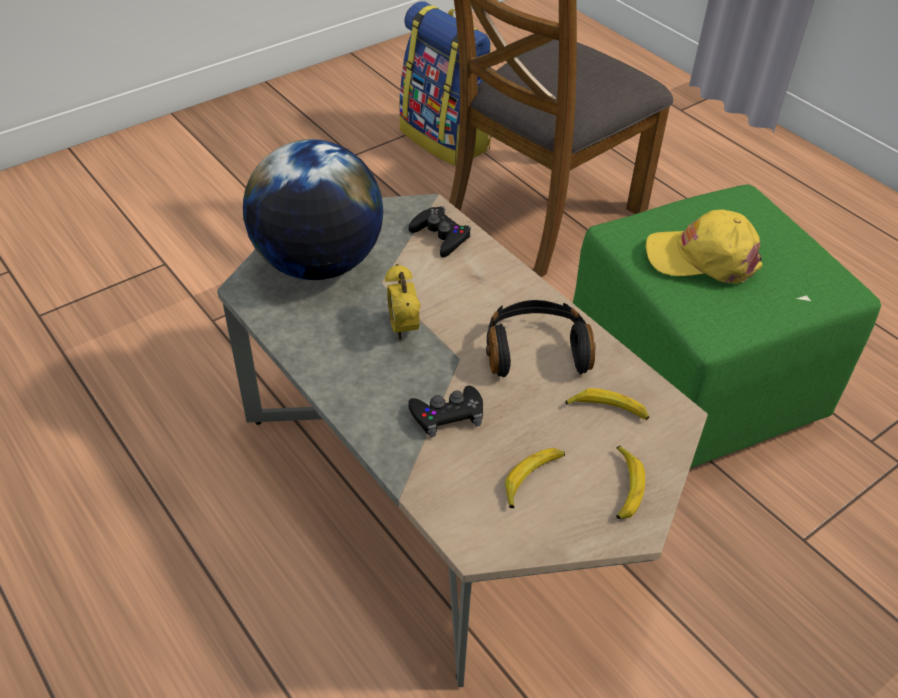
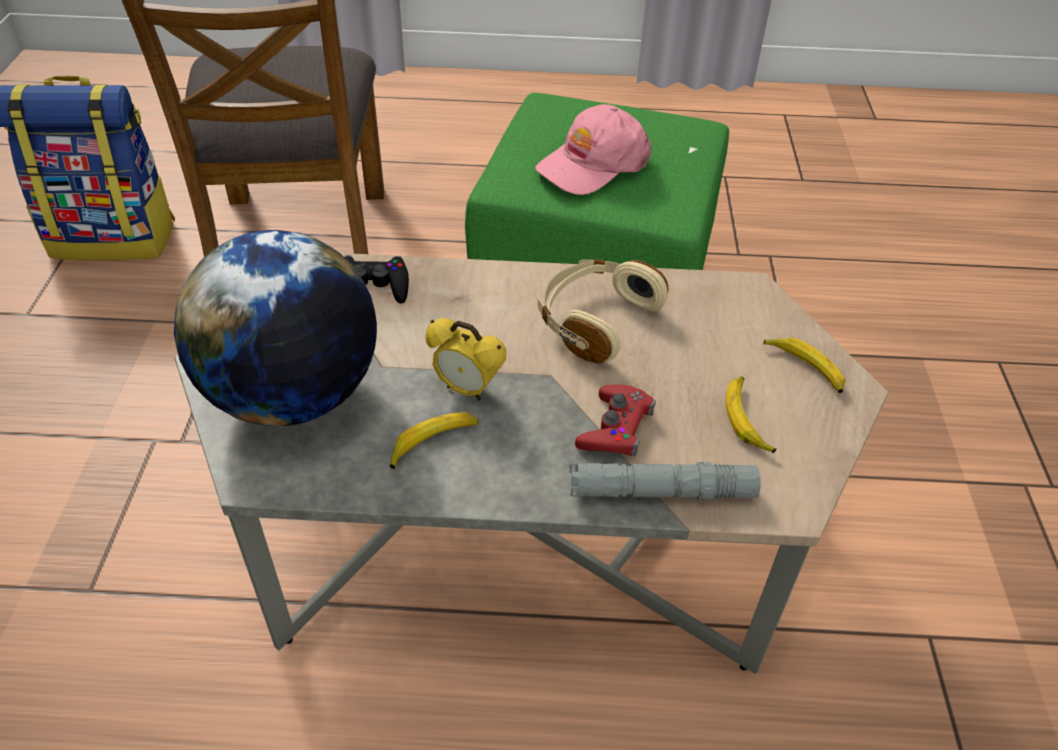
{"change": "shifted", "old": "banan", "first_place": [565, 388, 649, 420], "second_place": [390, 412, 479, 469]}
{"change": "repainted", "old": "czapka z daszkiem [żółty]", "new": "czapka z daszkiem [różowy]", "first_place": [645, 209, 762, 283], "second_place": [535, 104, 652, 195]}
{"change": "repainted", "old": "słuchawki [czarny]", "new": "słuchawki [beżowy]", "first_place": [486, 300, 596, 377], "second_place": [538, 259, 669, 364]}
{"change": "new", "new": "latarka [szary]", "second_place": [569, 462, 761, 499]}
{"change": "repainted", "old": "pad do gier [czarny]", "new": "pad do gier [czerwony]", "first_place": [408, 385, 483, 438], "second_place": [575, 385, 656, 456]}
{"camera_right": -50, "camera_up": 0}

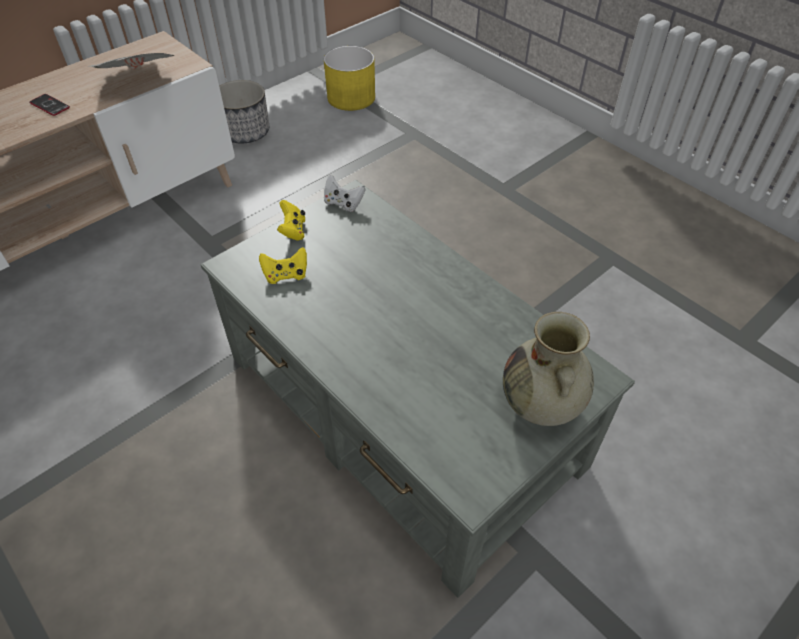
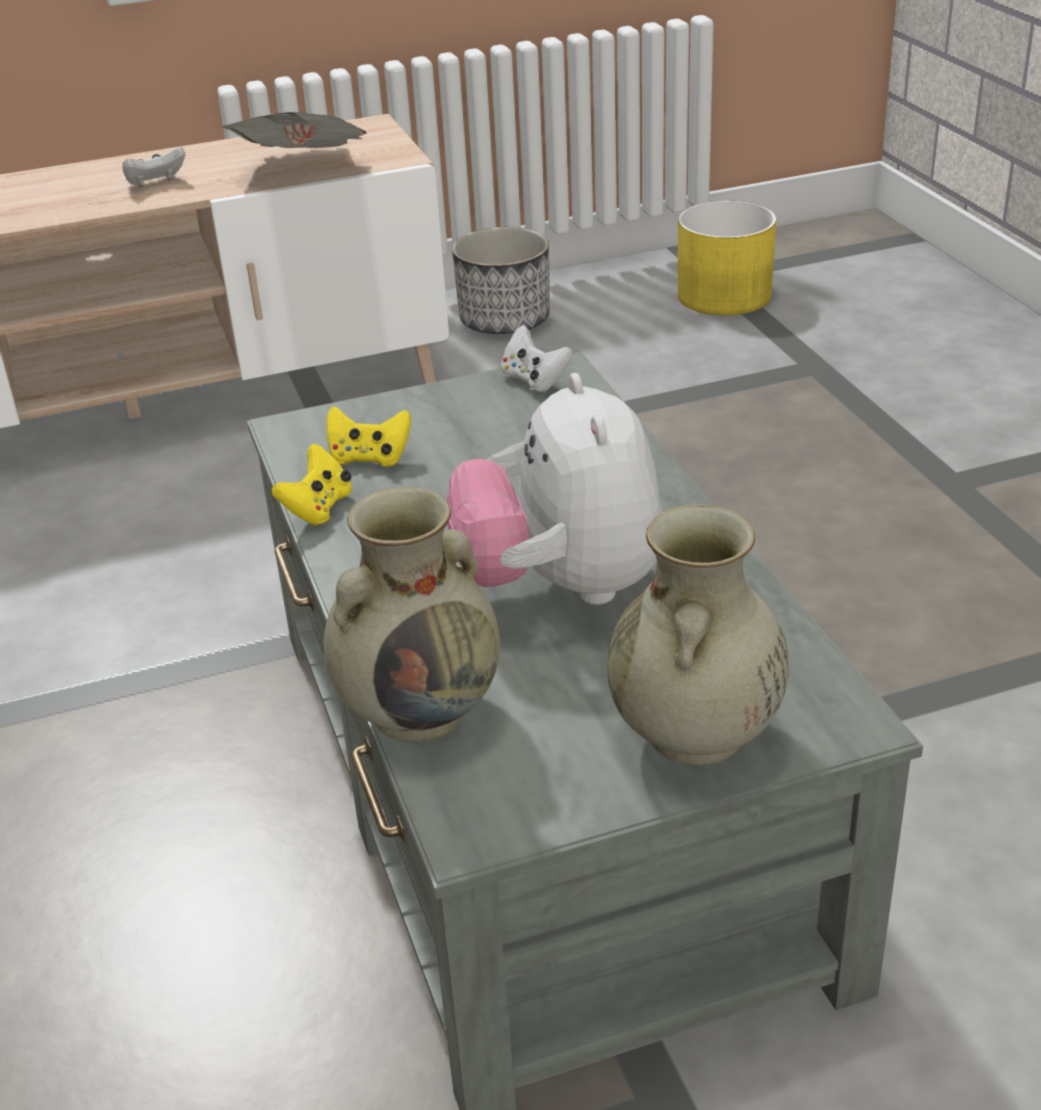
{"change": "swapped", "old": "telefon", "new": "pad do gier [biały]", "first_place": [29, 94, 70, 116], "second_place": [122, 147, 185, 187]}
{"change": "shifted", "old": "pad do gier [żółty]", "first_place": [277, 200, 305, 241], "second_place": [271, 444, 352, 525]}
{"change": "new", "new": "wazon [beżowy]", "second_place": [323, 487, 500, 742]}
{"change": "new", "new": "pluszak", "second_place": [447, 373, 662, 605]}
{"camera_right": 25, "camera_up": -15}

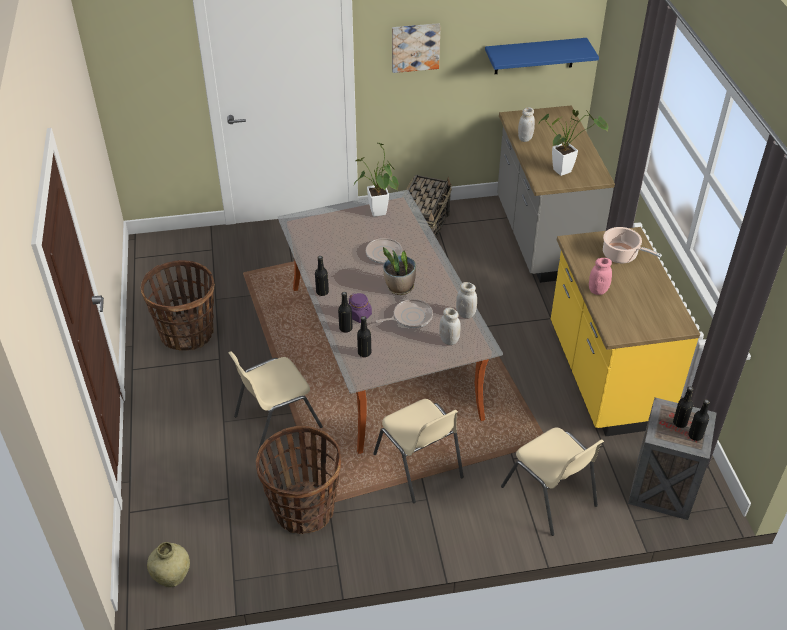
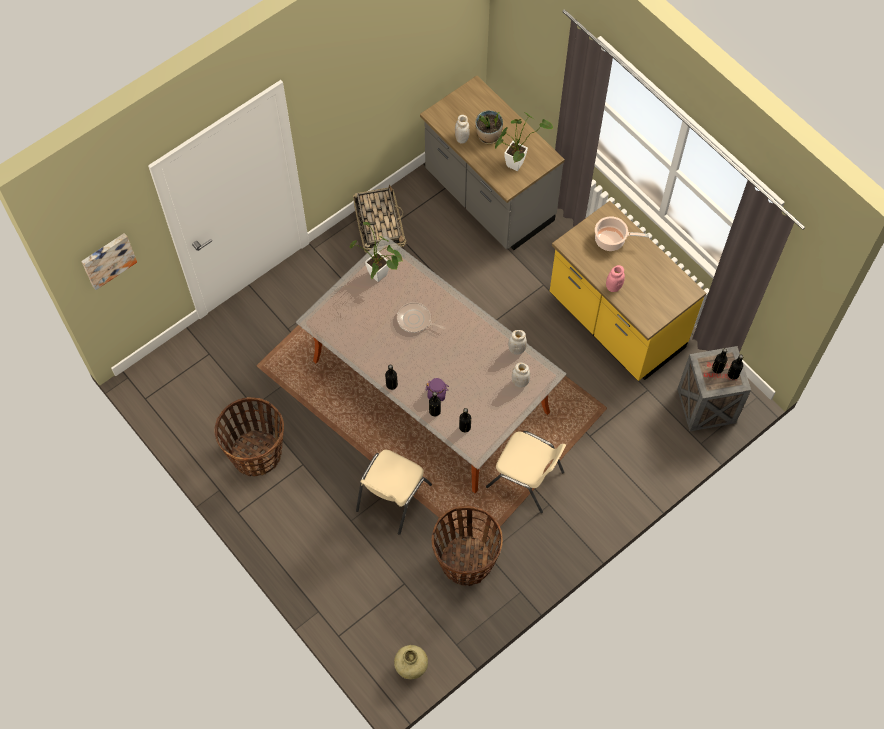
{"change": "shifted", "old": "obraz", "first_place": [392, 23, 441, 73], "second_place": [81, 233, 137, 290]}
{"change": "shifted", "old": "roślina doniczkowa", "first_place": [383, 247, 416, 295], "second_place": [475, 110, 503, 144]}
{"change": "gone", "old": "patelnia", "first_place": [376, 299, 433, 328]}
{"change": "gone", "old": "półka [niebieski]", "first_place": [485, 38, 599, 74]}
{"change": "gone", "old": "krzesło [beżowy]", "first_place": [501, 427, 604, 536]}
{"camera_right": -30, "camera_up": 20}

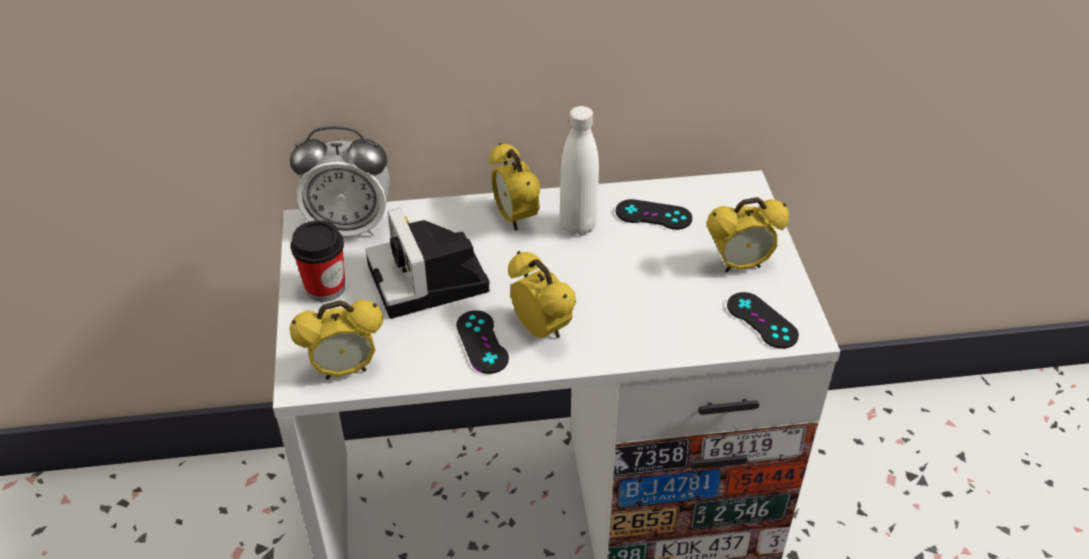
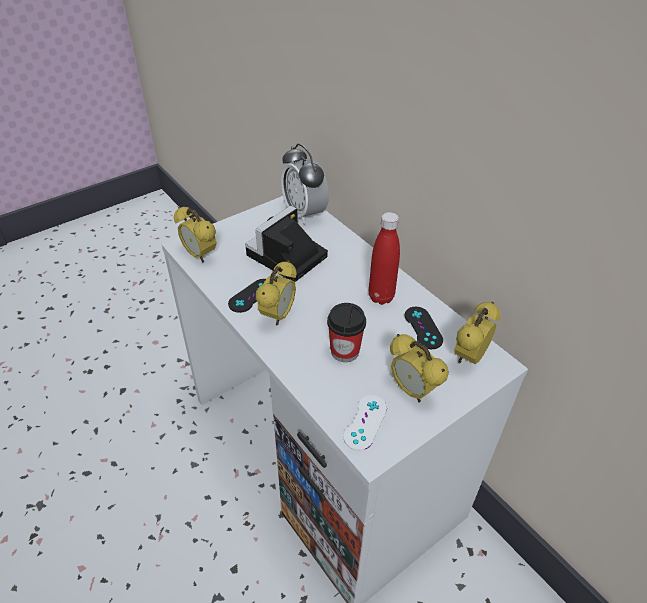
{"change": "shifted", "old": "filiżanka", "first_place": [291, 220, 345, 302], "second_place": [327, 303, 366, 362]}
{"change": "repainted", "old": "pad do gier [czarny]", "new": "pad do gier [biały]", "first_place": [727, 292, 799, 349], "second_place": [343, 395, 387, 451]}
{"change": "repainted", "old": "butelka [biały]", "new": "butelka [czerwony]", "first_place": [560, 106, 599, 236], "second_place": [369, 212, 400, 305]}
{"change": "shifted", "old": "budzik", "first_place": [489, 142, 540, 231], "second_place": [454, 302, 500, 364]}
{"camera_right": 60, "camera_up": 0}

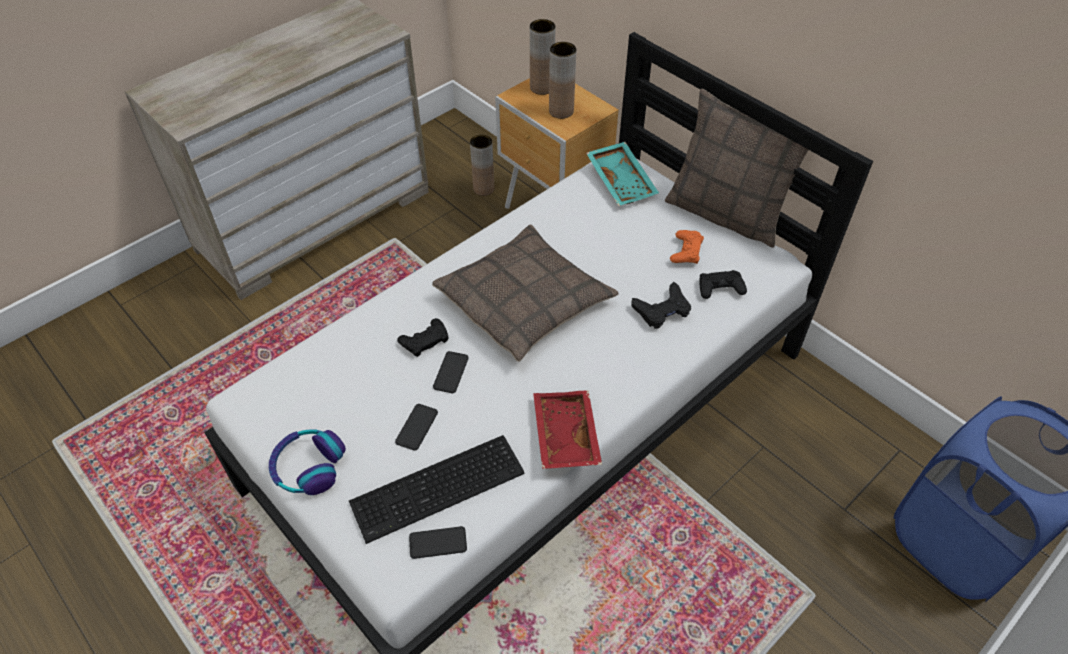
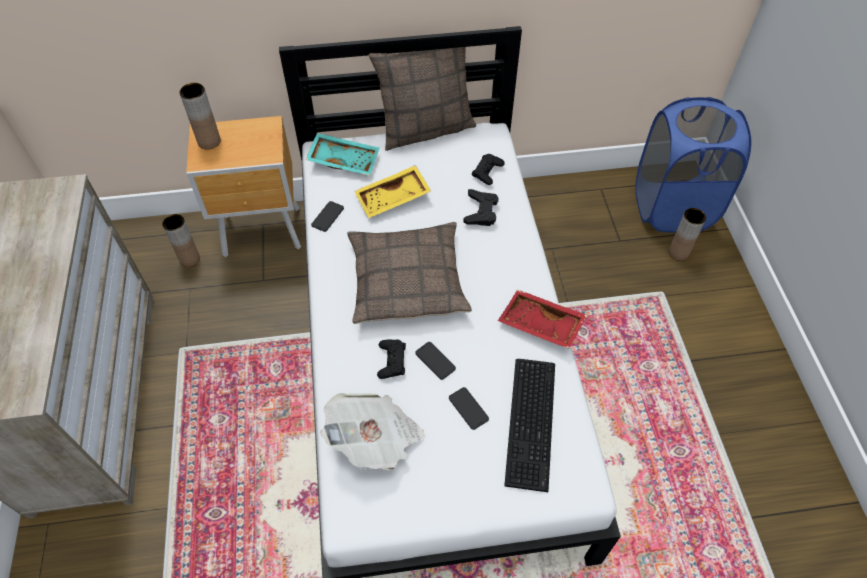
{"change": "shifted", "old": "telefon", "first_place": [409, 526, 467, 559], "second_place": [311, 201, 344, 232]}
{"change": "new", "new": "gazeta", "second_place": [320, 393, 424, 470]}
{"change": "new", "new": "taca [żółty]", "second_place": [354, 165, 431, 218]}
{"change": "shifted", "old": "wazon [brązowy]", "first_place": [549, 42, 577, 119], "second_place": [668, 208, 706, 261]}
{"change": "gone", "old": "słuchawki", "first_place": [269, 429, 346, 495]}
{"change": "gone", "old": "pad do gier [pomarańczowy]", "first_place": [670, 230, 704, 264]}
{"camera_right": -55, "camera_up": 5}

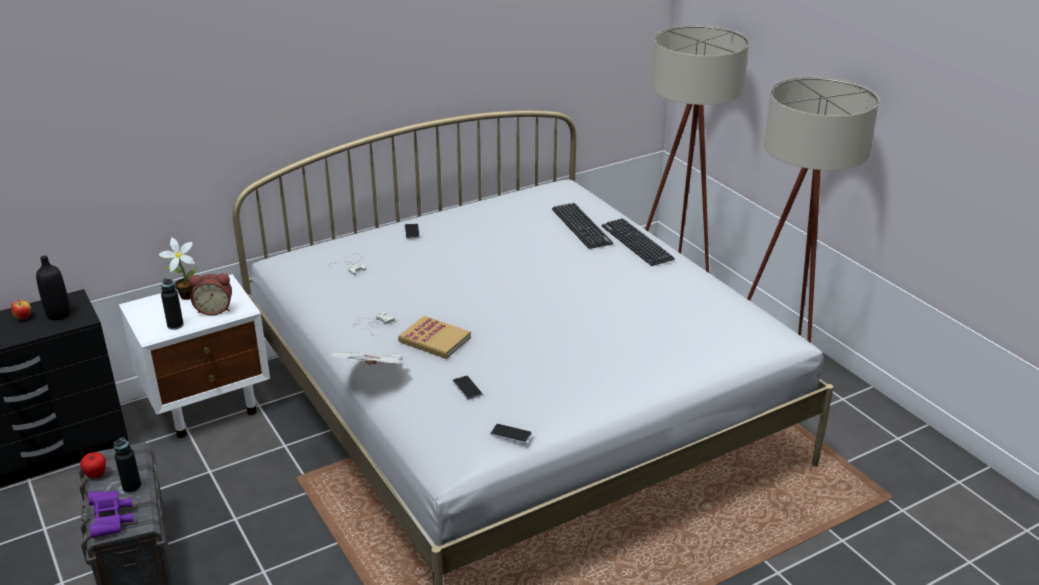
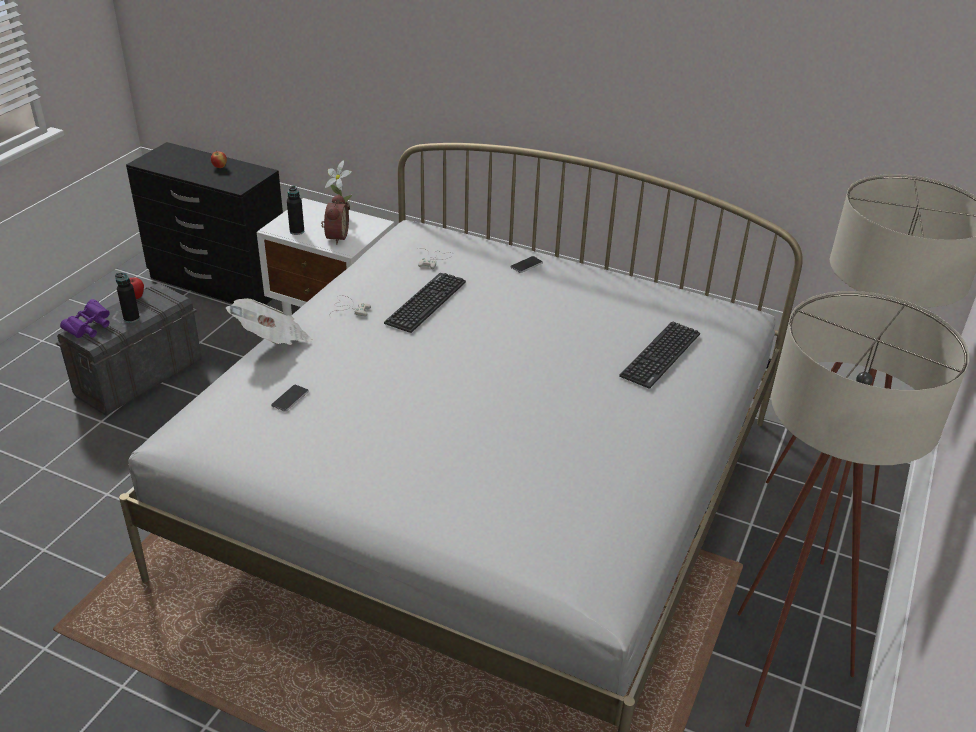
{"change": "rotated", "old": "budzik", "first_place": [188, 273, 232, 315], "second_place": [321, 194, 349, 244], "degrees": -135}
{"change": "shifted", "old": "klawiatura", "first_place": [602, 218, 675, 266], "second_place": [384, 273, 466, 333]}
{"change": "gone", "old": "butelka [czarny]", "first_place": [36, 256, 70, 320]}
{"change": "gone", "old": "książka", "first_place": [398, 316, 471, 359]}
{"change": "gone", "old": "telefon", "first_place": [490, 424, 532, 444]}
{"camera_right": 55, "camera_up": 5}

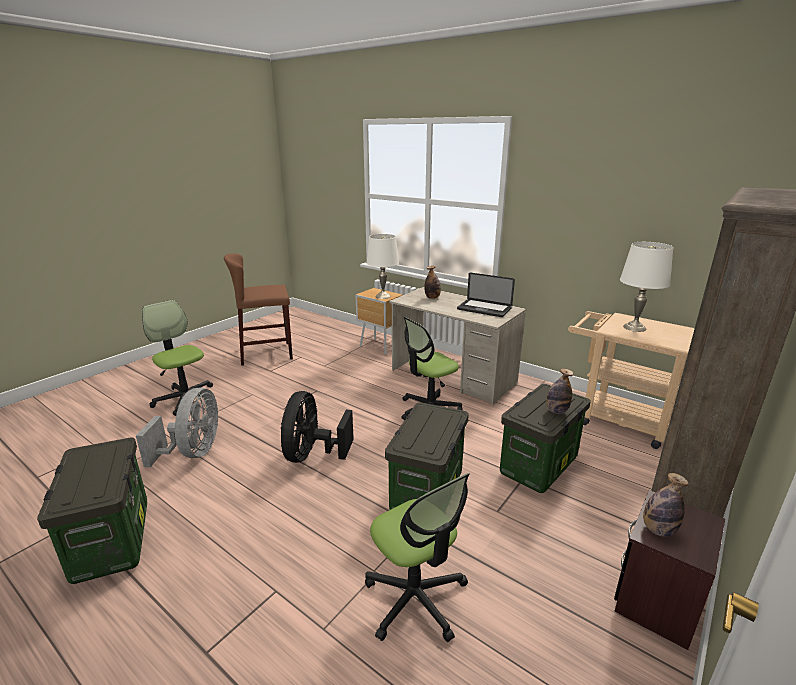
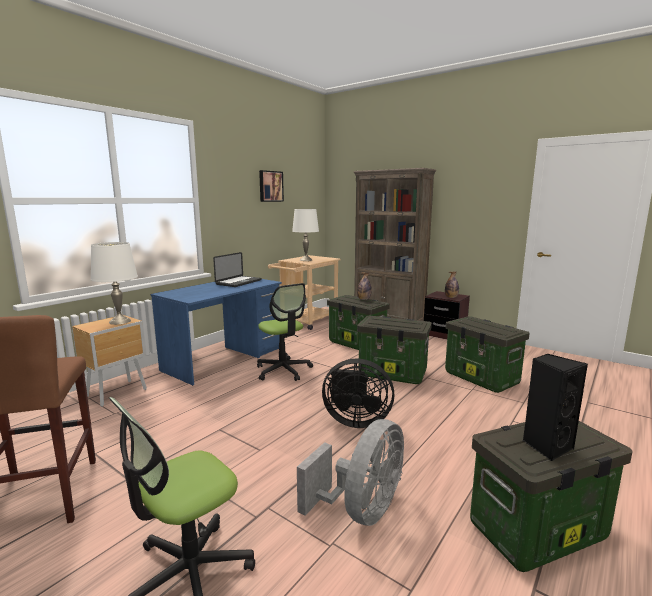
{"change": "repainted", "old": "biurko [beżowy]", "new": "biurko [niebieski]", "first_place": [389, 287, 527, 405], "second_place": [151, 279, 282, 386]}
{"change": "new", "new": "obraz", "second_place": [259, 170, 284, 202]}
{"change": "rotated", "old": "wentylator [szary]", "first_place": [136, 387, 218, 467], "second_place": [297, 419, 404, 526], "degrees": 120}
{"change": "swapped", "old": "krzesło biurowe", "new": "pojemnik do przechowywania", "first_place": [365, 473, 469, 642], "second_place": [445, 316, 530, 393]}
{"change": "new", "new": "głośnik [czarny]", "second_place": [523, 354, 588, 461]}
{"change": "gone", "old": "butelka", "first_place": [424, 266, 441, 299]}
{"camera_right": -90, "camera_up": -10}

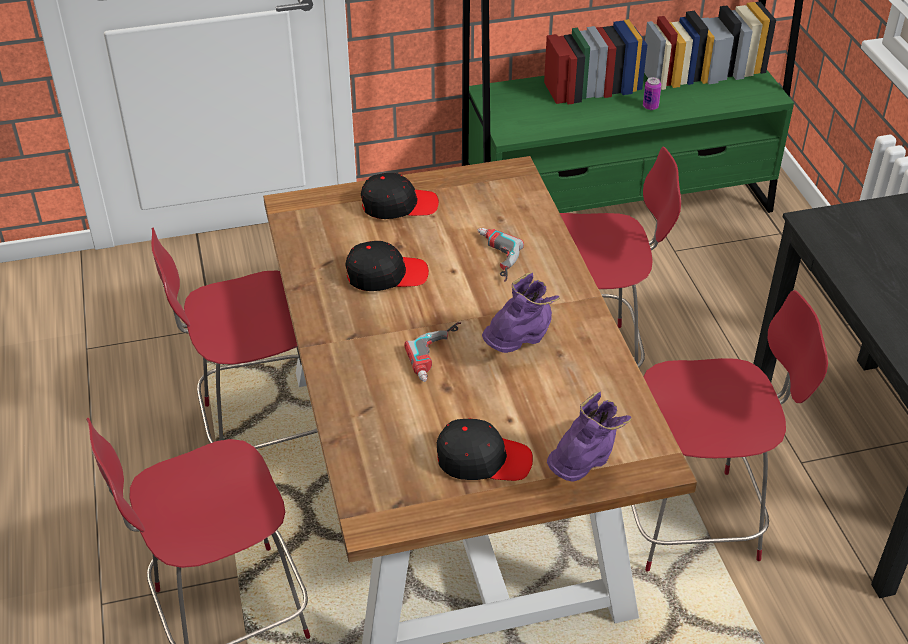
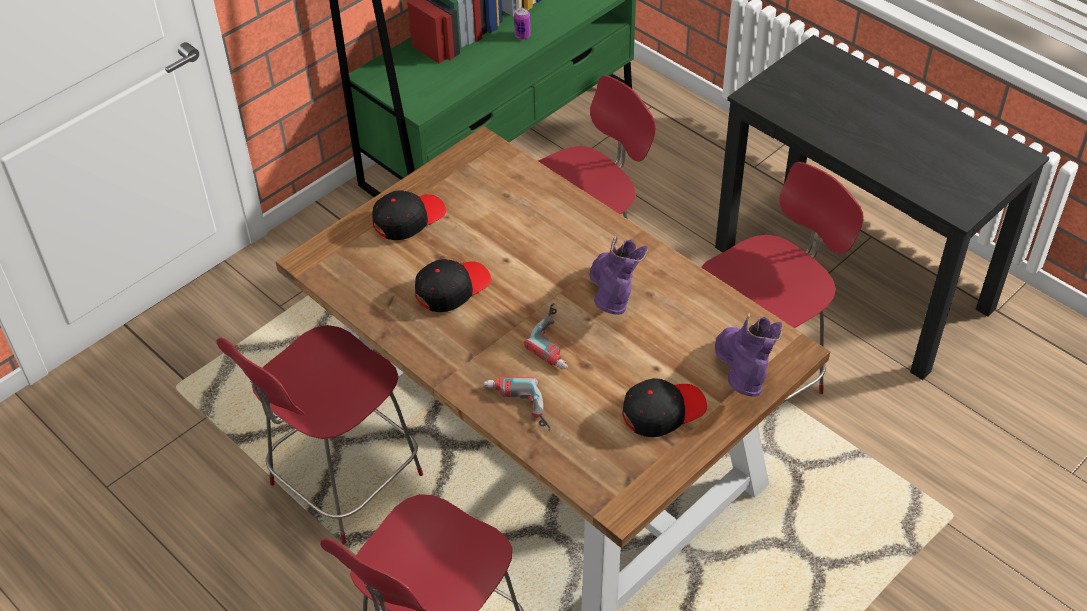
{"change": "shifted", "old": "wiertarka", "first_place": [478, 228, 524, 282], "second_place": [483, 377, 551, 432]}
{"camera_right": -30, "camera_up": 5}

